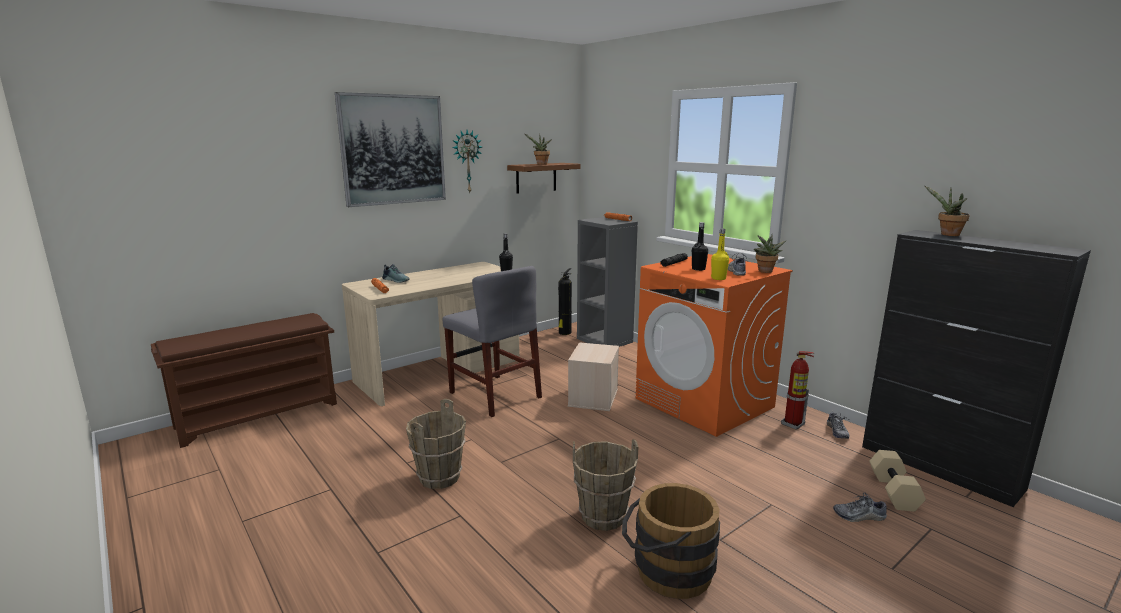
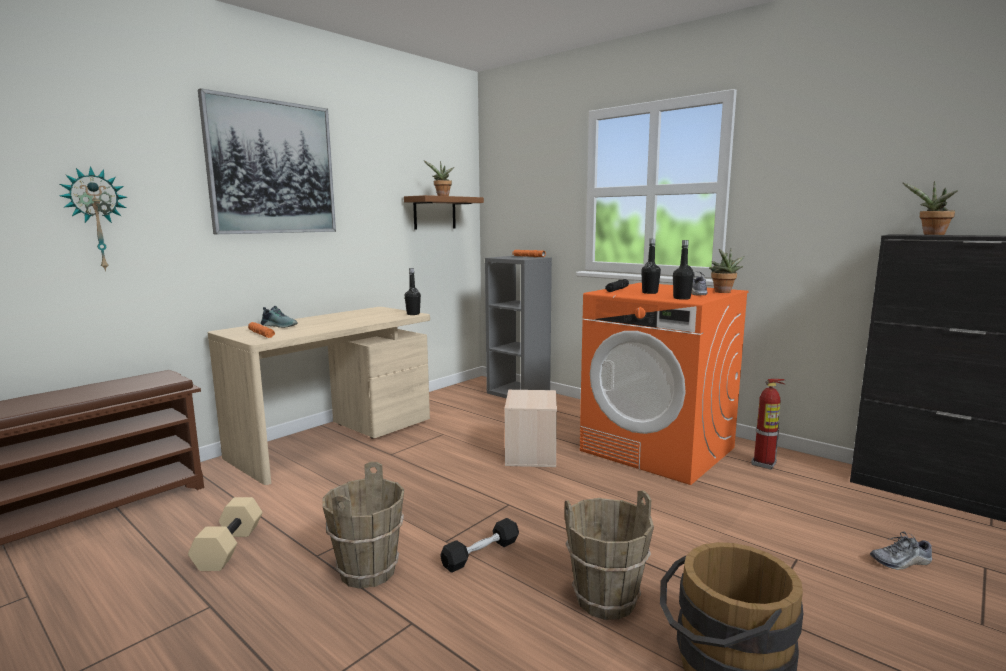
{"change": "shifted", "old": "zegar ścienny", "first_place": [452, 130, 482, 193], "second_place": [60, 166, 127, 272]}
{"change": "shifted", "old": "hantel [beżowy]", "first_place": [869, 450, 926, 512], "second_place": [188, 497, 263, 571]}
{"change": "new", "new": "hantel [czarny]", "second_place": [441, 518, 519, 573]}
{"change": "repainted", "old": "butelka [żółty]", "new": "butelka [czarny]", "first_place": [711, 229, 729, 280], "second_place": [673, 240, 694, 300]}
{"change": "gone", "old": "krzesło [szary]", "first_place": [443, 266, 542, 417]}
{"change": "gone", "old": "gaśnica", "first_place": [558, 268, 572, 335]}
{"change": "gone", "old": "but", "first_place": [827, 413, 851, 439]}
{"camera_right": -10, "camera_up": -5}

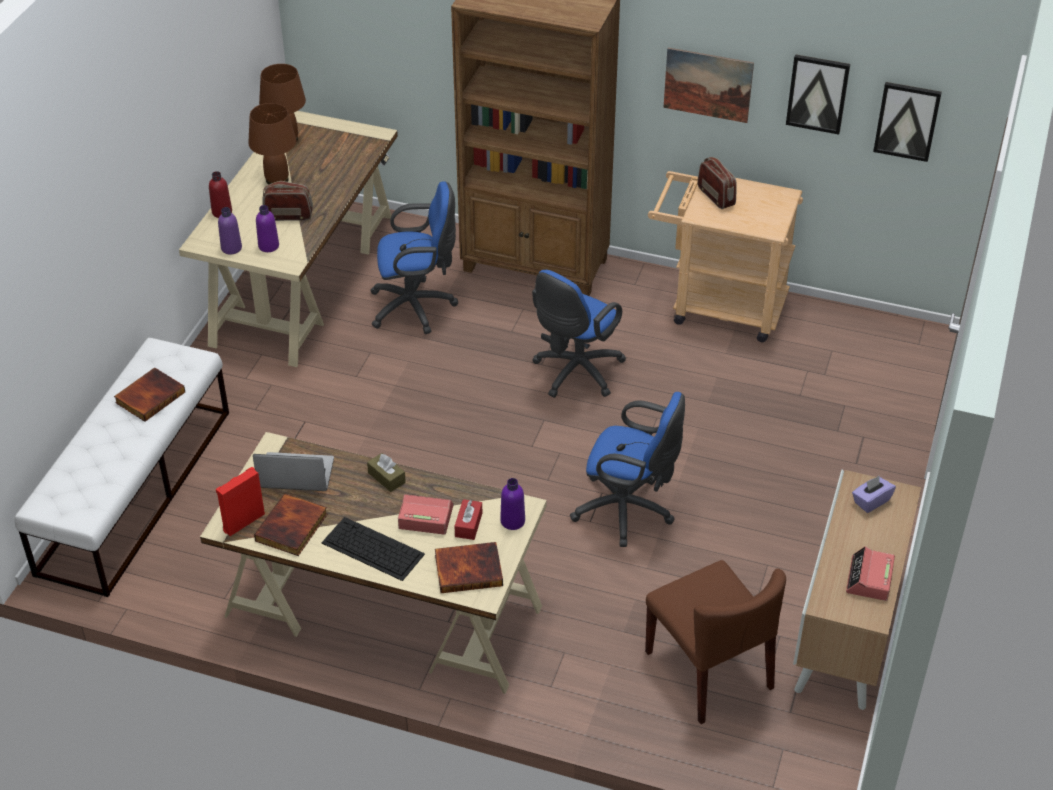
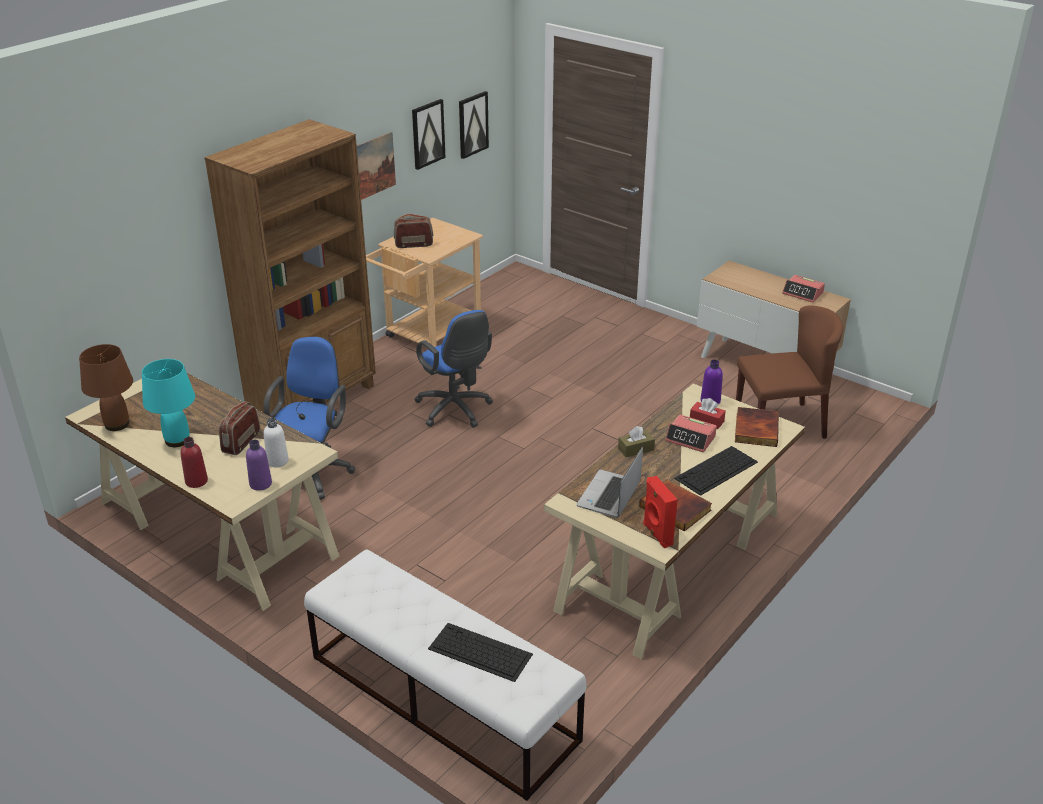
{"change": "repainted", "old": "lampa stołowa [brązowy]", "new": "lampa stołowa [turkusowy]", "first_place": [248, 103, 296, 185], "second_place": [142, 359, 195, 447]}
{"change": "repainted", "old": "butelka [fioletowy]", "new": "butelka [biały]", "first_place": [256, 205, 279, 252], "second_place": [264, 418, 289, 467]}
{"change": "new", "new": "klawiatura", "second_place": [428, 623, 533, 682]}
{"change": "rotated", "old": "budzik", "first_place": [398, 494, 453, 535], "second_place": [665, 415, 717, 453], "degrees": -90}
{"change": "gone", "old": "książka", "first_place": [114, 367, 185, 422]}
{"change": "gone", "old": "krzesło biurowe [niebieski]", "first_place": [570, 392, 685, 547]}
{"change": "gone", "old": "pudełko chusteczek [fioletowy]", "first_place": [852, 476, 896, 513]}
{"camera_right": -70, "camera_up": -10}

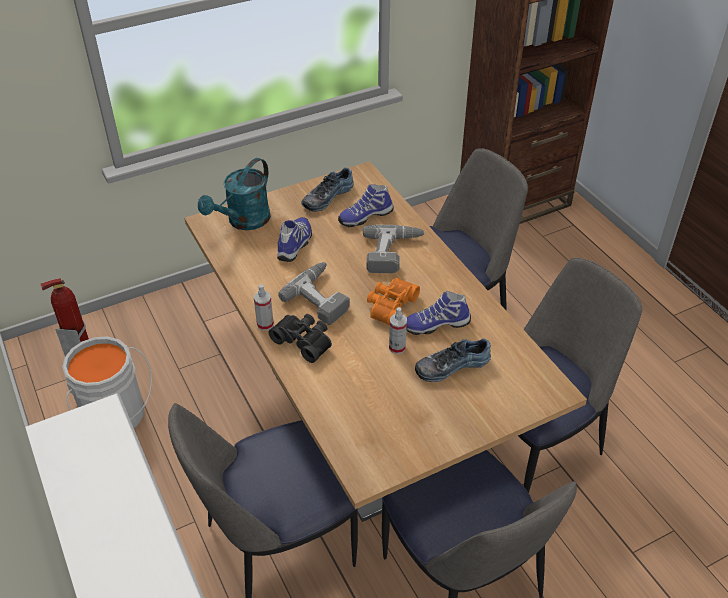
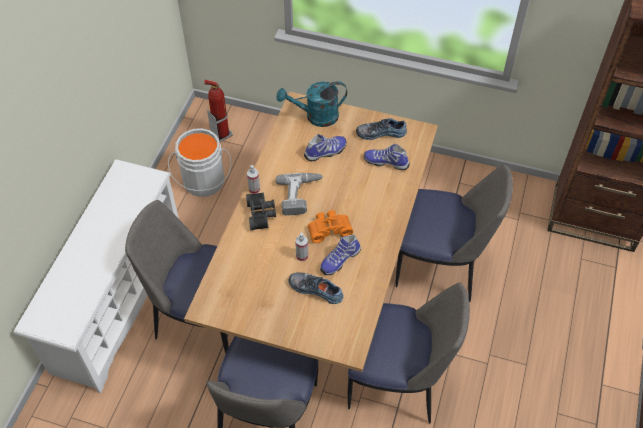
{"change": "rotated", "old": "but", "first_place": [406, 291, 471, 335], "second_place": [320, 235, 361, 275], "degrees": -75}
{"change": "gone", "old": "wiertarka", "first_place": [363, 225, 425, 273]}
{"camera_right": 45, "camera_up": 10}

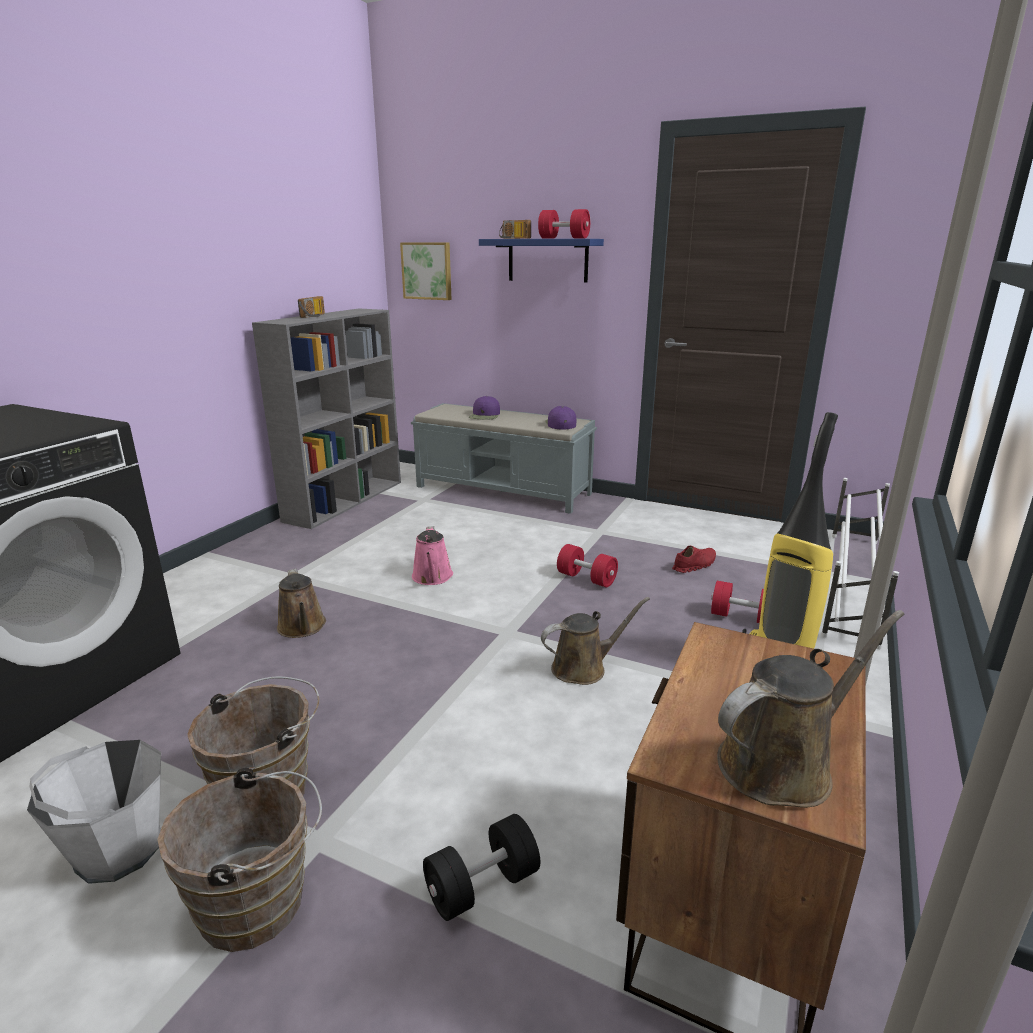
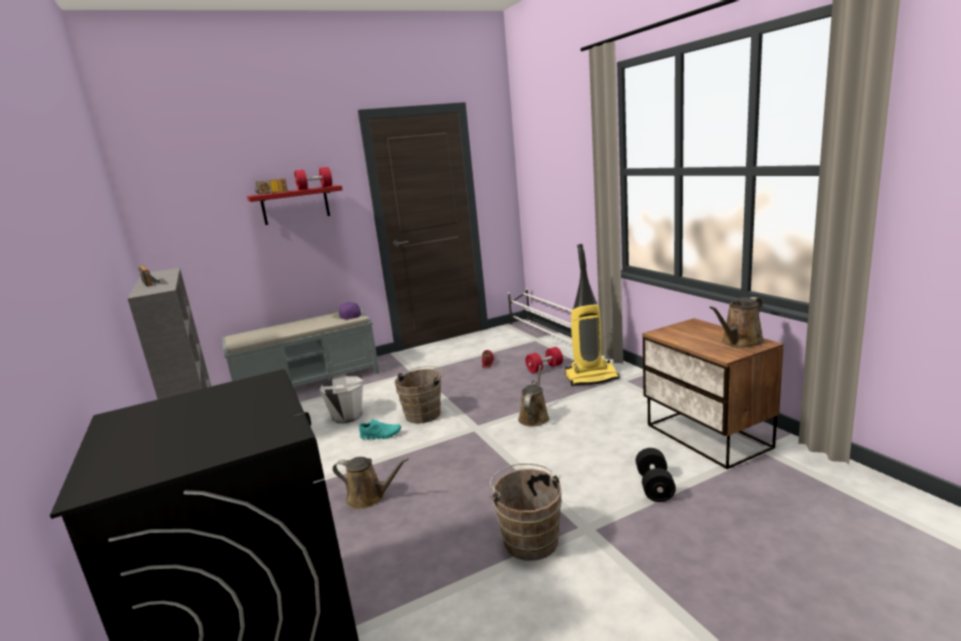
{"change": "repainted", "old": "półka [niebieski]", "new": "półka [czerwony]", "first_place": [479, 239, 604, 283], "second_place": [247, 185, 342, 225]}
{"change": "shifted", "old": "wiadro [biały]", "first_place": [27, 740, 161, 884], "second_place": [319, 376, 363, 423]}
{"change": "swapped", "old": "konewka [różowy]", "new": "but [turkusowy]", "first_place": [412, 526, 453, 585], "second_place": [359, 419, 401, 440]}
{"change": "shifted", "old": "wiadro [brązowy]", "first_place": [157, 767, 322, 952], "second_place": [394, 366, 444, 424]}
{"change": "rotated", "old": "konewka [brązowy]", "first_place": [717, 610, 904, 808], "second_place": [709, 297, 764, 348], "degrees": -135}
{"change": "gone", "old": "obraz", "first_place": [400, 242, 452, 300]}
{"change": "gone", "old": "czapka z daszkiem [fioletowy]", "first_place": [469, 396, 500, 420]}
{"change": "gone", "old": "hantel [czerwony]", "first_place": [557, 544, 618, 587]}
{"camera_right": -50, "camera_up": -5}

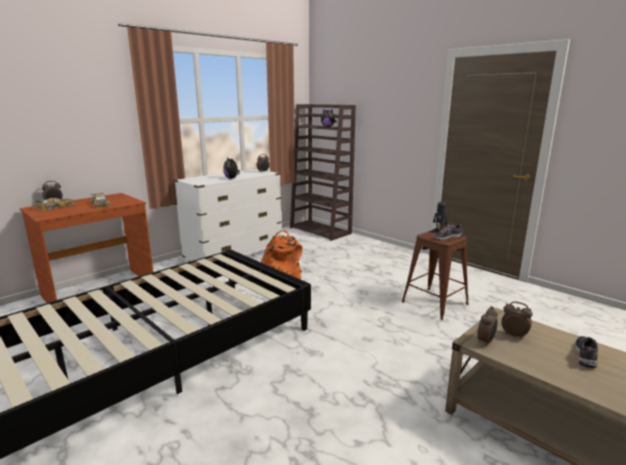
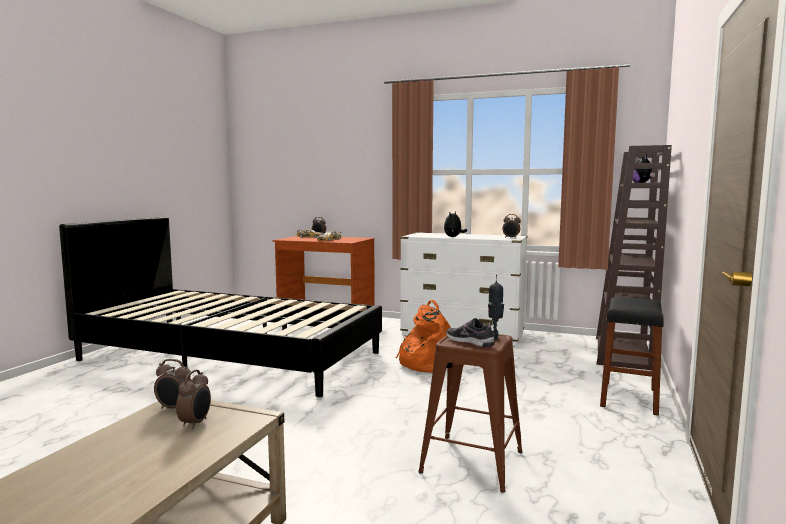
{"change": "new", "new": "stołek [czarny]", "second_place": [600, 297, 664, 415]}
{"change": "gone", "old": "but", "first_place": [575, 336, 598, 368]}
{"camera_right": 65, "camera_up": -10}

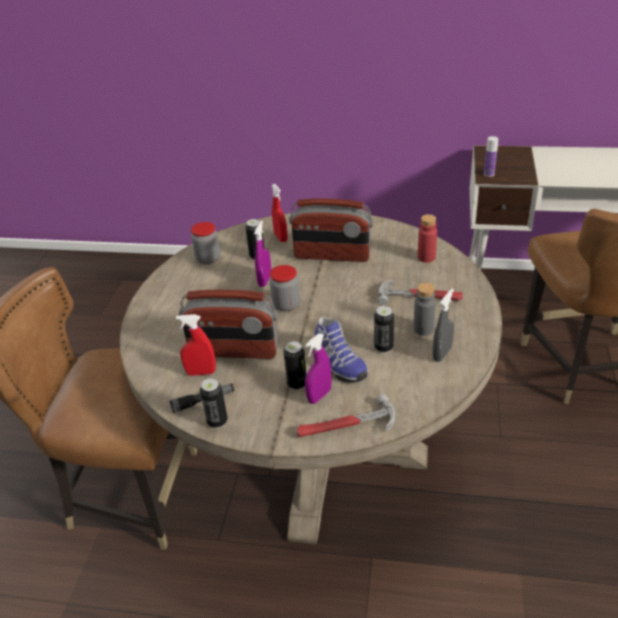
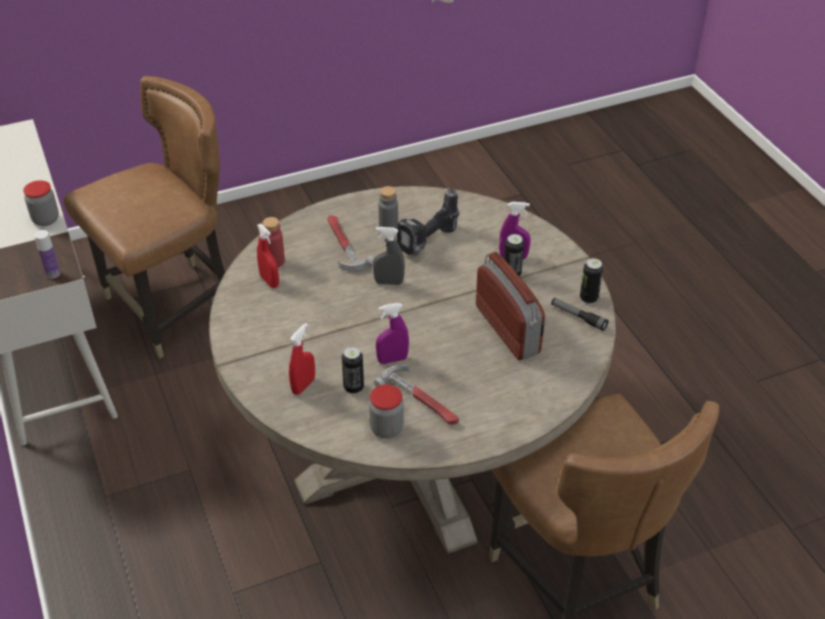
{"change": "shifted", "old": "słoik", "first_place": [269, 265, 300, 311], "second_place": [23, 180, 59, 226]}
{"change": "shifted", "old": "spryskiwacz [czerwony]", "first_place": [176, 314, 216, 376], "second_place": [257, 224, 279, 288]}
{"change": "shifted", "old": "spryskiwacz [szary]", "first_place": [432, 289, 454, 362], "second_place": [373, 227, 405, 285]}
{"change": "shifted", "old": "młotek", "first_place": [297, 394, 395, 437], "second_place": [374, 365, 459, 425]}
{"change": "swapped", "old": "puszka", "new": "wiertarka", "first_place": [374, 306, 394, 353], "second_place": [397, 189, 459, 255]}
{"change": "gone", "old": "radio", "first_place": [289, 198, 373, 262]}
{"change": "gone", "old": "but", "first_place": [314, 317, 368, 383]}
{"camera_right": -125, "camera_up": 5}

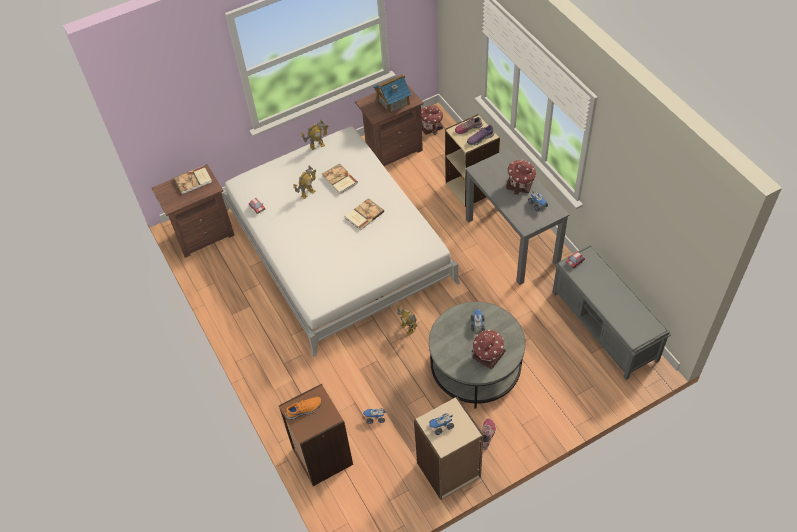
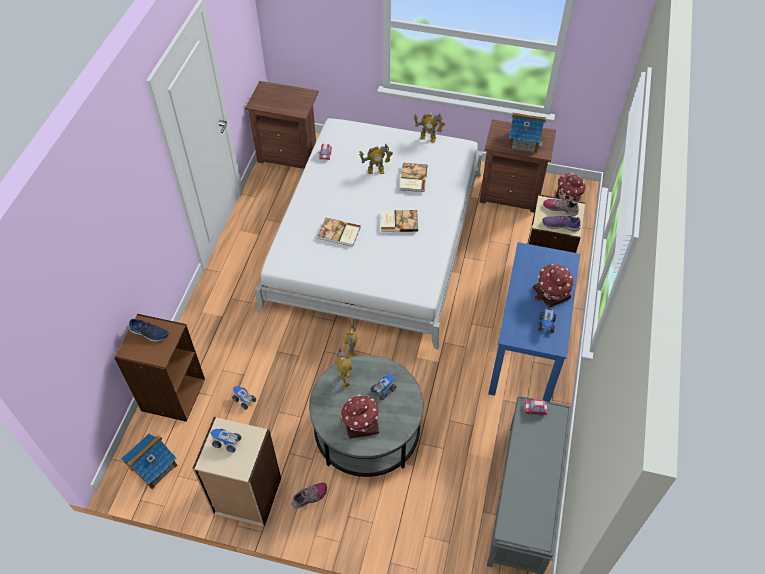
{"change": "new", "new": "domek", "second_place": [121, 433, 178, 489]}
{"change": "repainted", "old": "but [pomarańczowy]", "new": "but [niebieski]", "first_place": [285, 397, 322, 420], "second_place": [129, 319, 169, 342]}
{"change": "shifted", "old": "książka", "first_place": [174, 166, 212, 194], "second_place": [318, 218, 361, 246]}
{"change": "new", "new": "robot zabawkowy", "second_place": [337, 348, 352, 389]}
{"change": "repainted", "old": "biurko [szary]", "new": "biurko [niebieski]", "first_place": [465, 148, 569, 285], "second_place": [488, 242, 580, 402]}
{"camera_right": 40, "camera_up": 0}

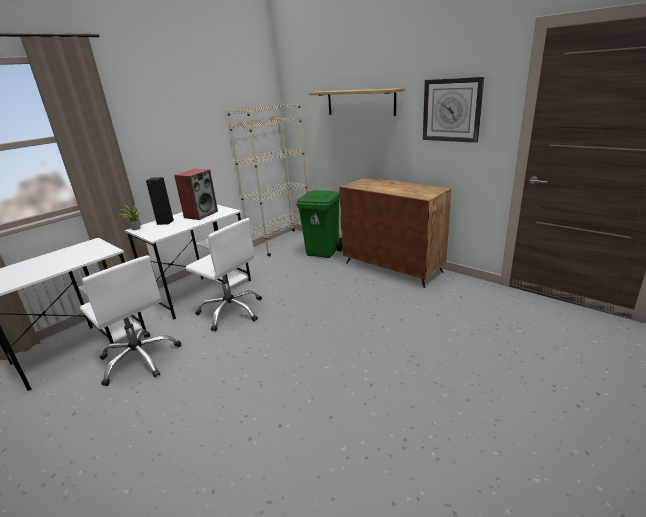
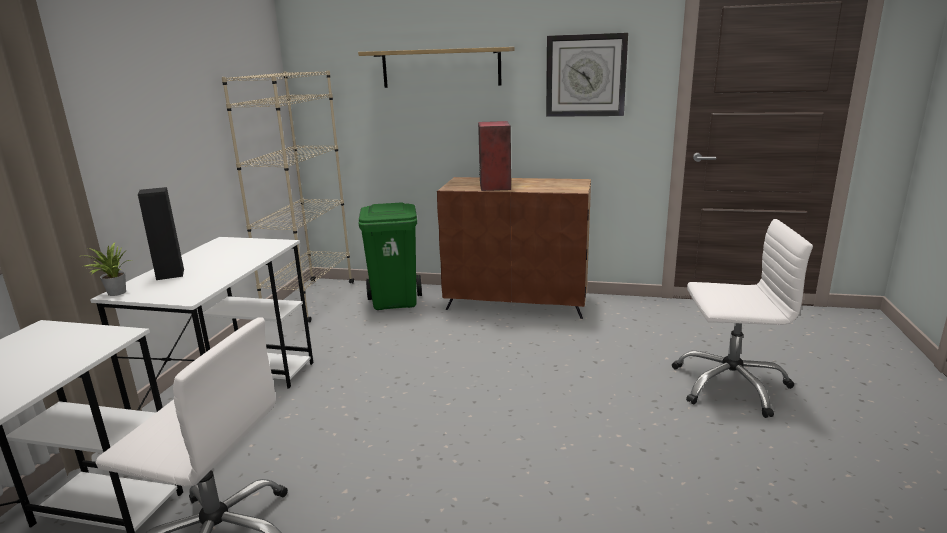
{"change": "shifted", "old": "głośnik", "first_place": [174, 169, 218, 220], "second_place": [478, 121, 511, 191]}
{"change": "shifted", "old": "krzesło biurowe [biały]", "first_place": [186, 218, 262, 331], "second_place": [672, 219, 813, 418]}
{"camera_right": -30, "camera_up": -5}

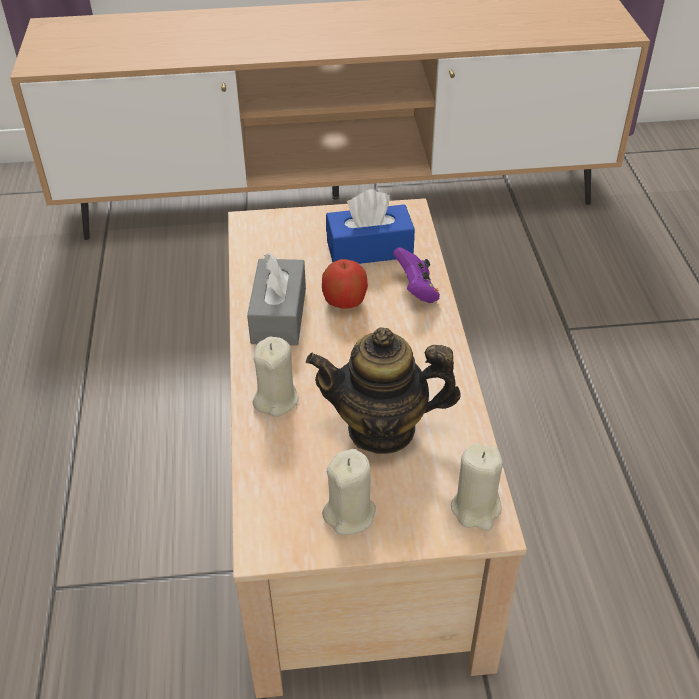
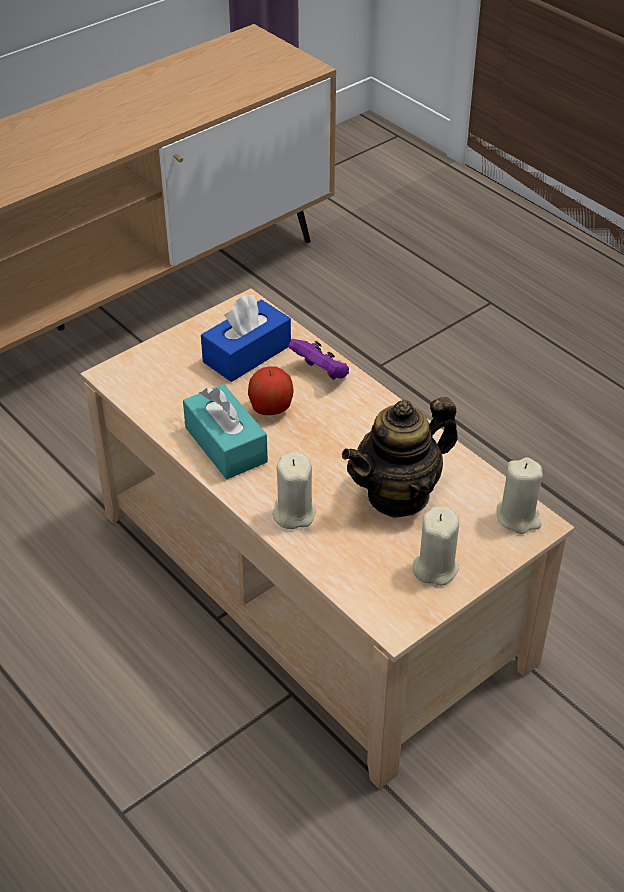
{"change": "repainted", "old": "pudełko chusteczek [szary]", "new": "pudełko chusteczek [turkusowy]", "first_place": [247, 253, 306, 346], "second_place": [183, 384, 268, 479]}
{"camera_right": -35, "camera_up": 0}

